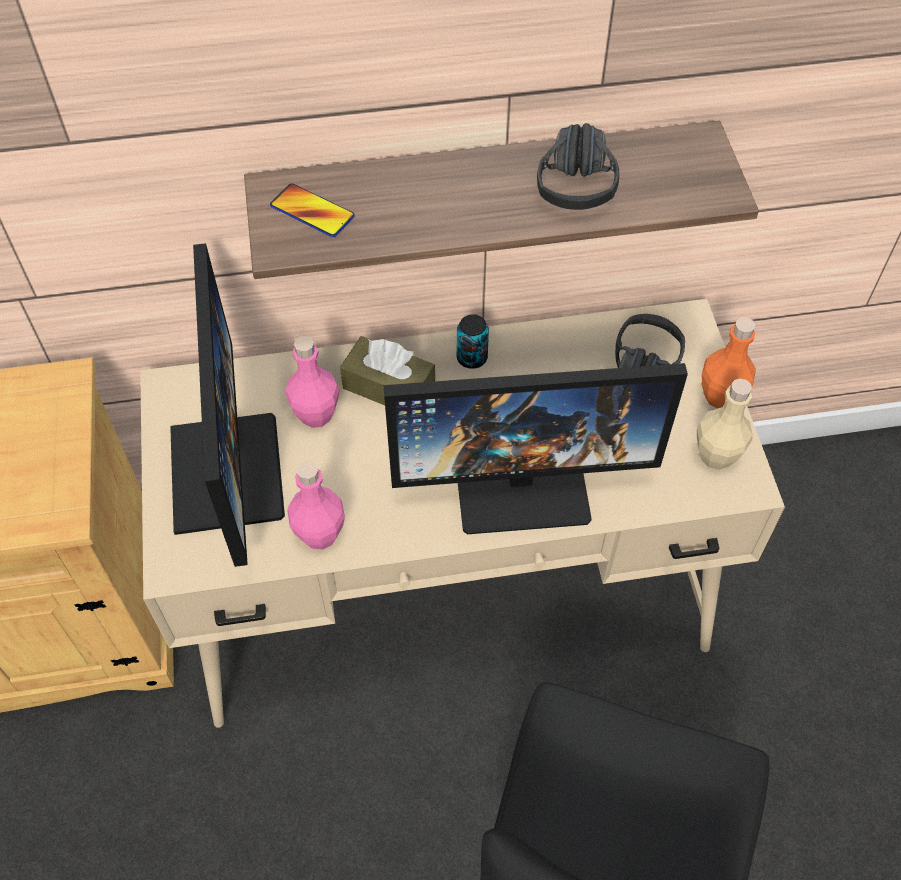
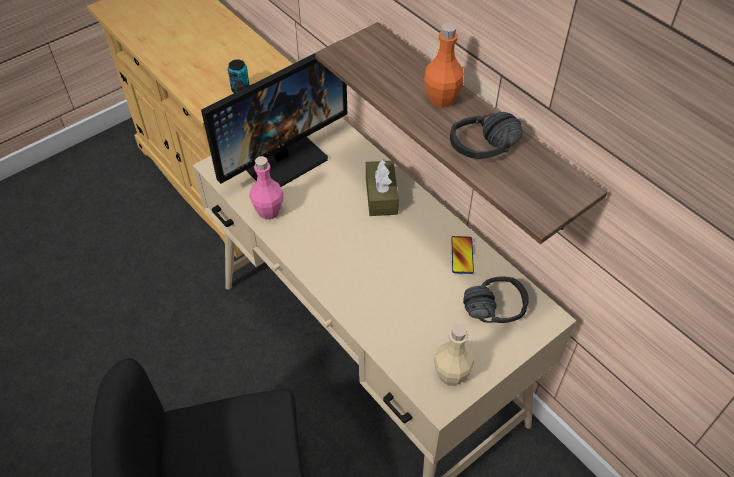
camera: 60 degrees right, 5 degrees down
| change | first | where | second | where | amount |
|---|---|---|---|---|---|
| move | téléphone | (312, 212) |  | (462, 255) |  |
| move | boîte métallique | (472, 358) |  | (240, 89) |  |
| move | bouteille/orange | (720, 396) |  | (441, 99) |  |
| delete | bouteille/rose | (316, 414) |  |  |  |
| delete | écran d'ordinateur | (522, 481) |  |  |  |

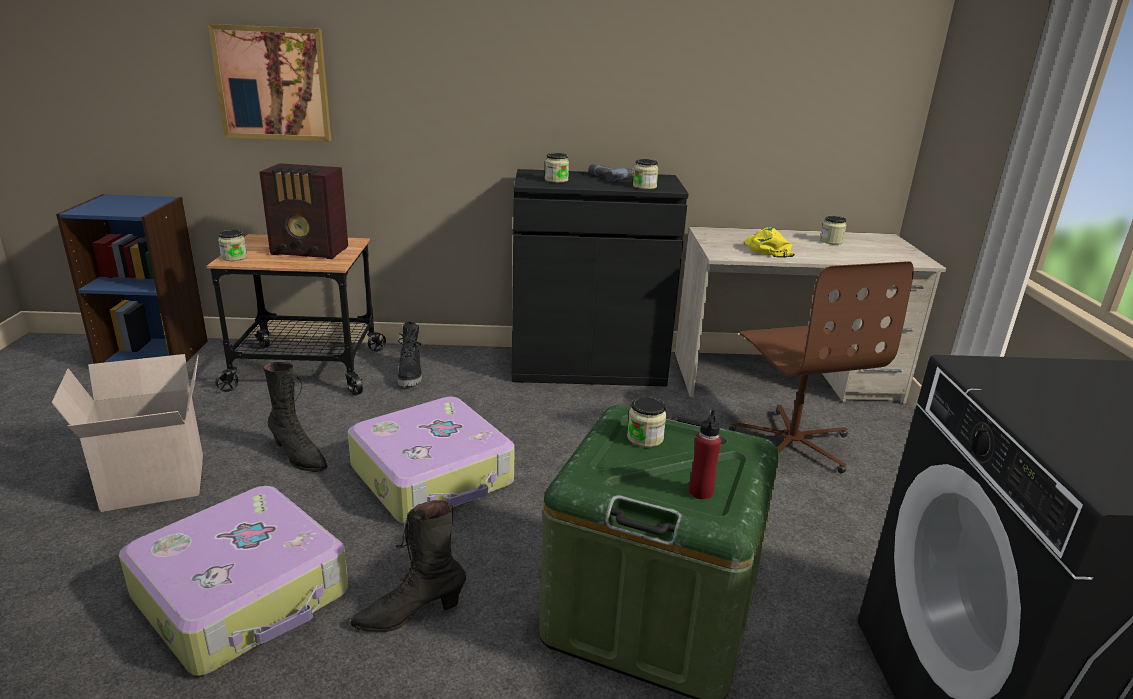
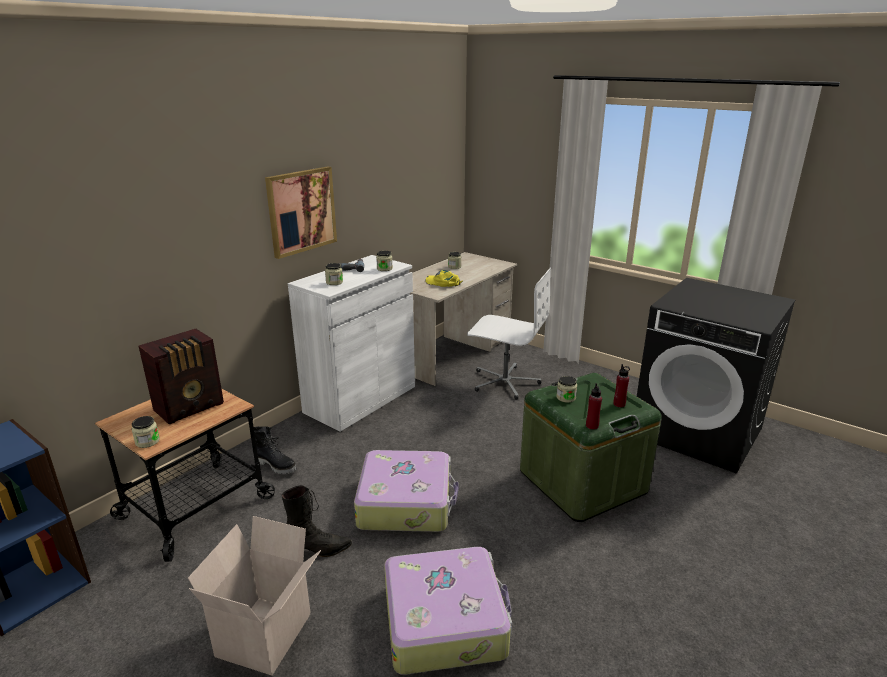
camera: 50 degrees left, 0 degrees up
| change | first | where | second | where | amount |
|---|---|---|---|---|---|
| move | tableau | (273, 83) |  | (301, 211) |  |
| recolor | meuble de rangement/noir | (588, 367) | meuble de rangement/blanc | (360, 399) |  |
| recolor | chaise de bureau/marron | (792, 442) | chaise de bureau/blanc | (504, 382) |  |
| delete | botte/noir | (409, 614) |  |  |  |
| insert |  |  | bouteille/rouge | (592, 426) |  |

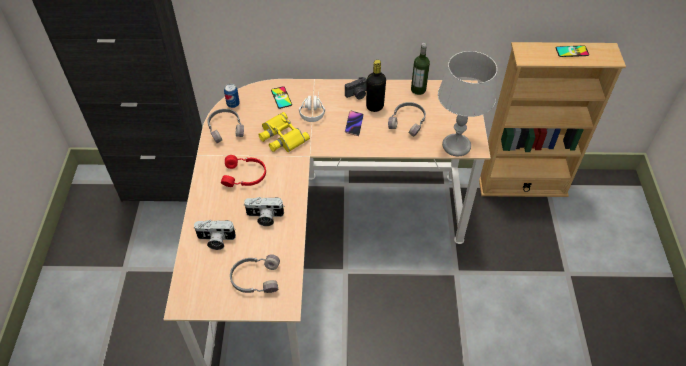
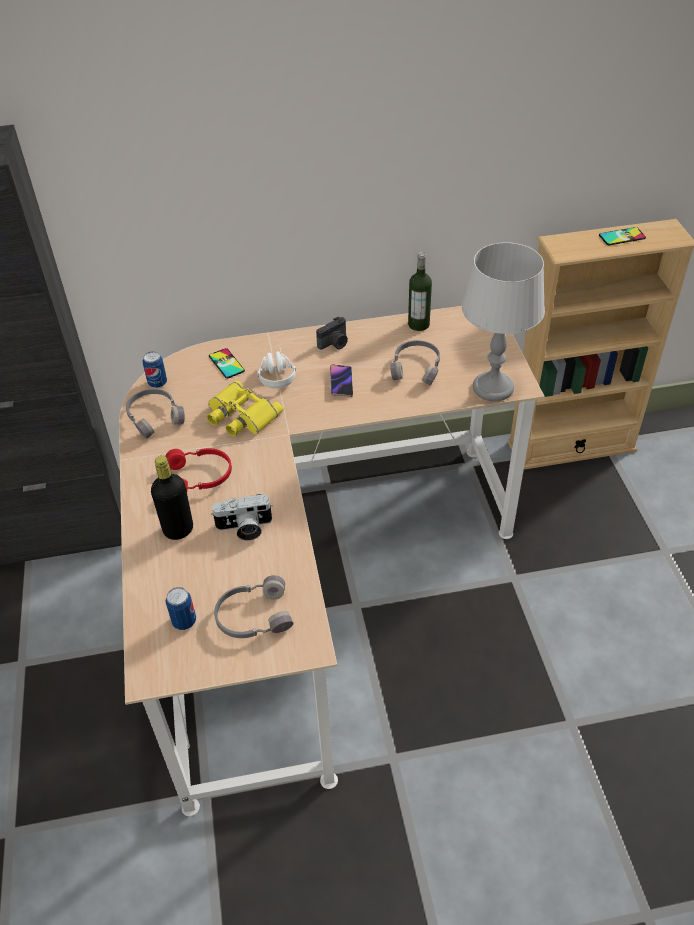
camera: 10 degrees left, 5 degrees down
| change | first | where | second | where | amount |
|---|---|---|---|---|---|
| move | bouteille/noir | (375, 106) |  | (178, 530) |  |
| delete | appareil photo | (215, 240) |  |  |  |
| insert |  |  | boîte métallique | (184, 621) |  |

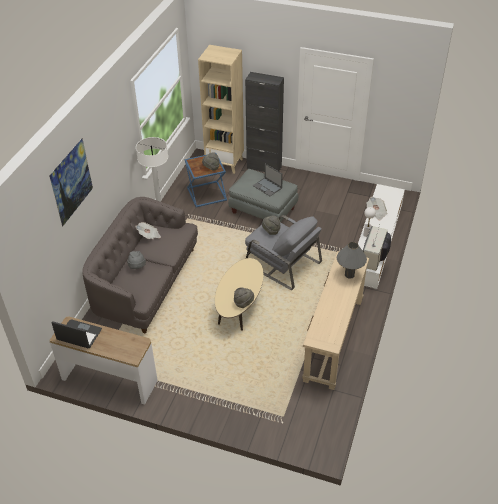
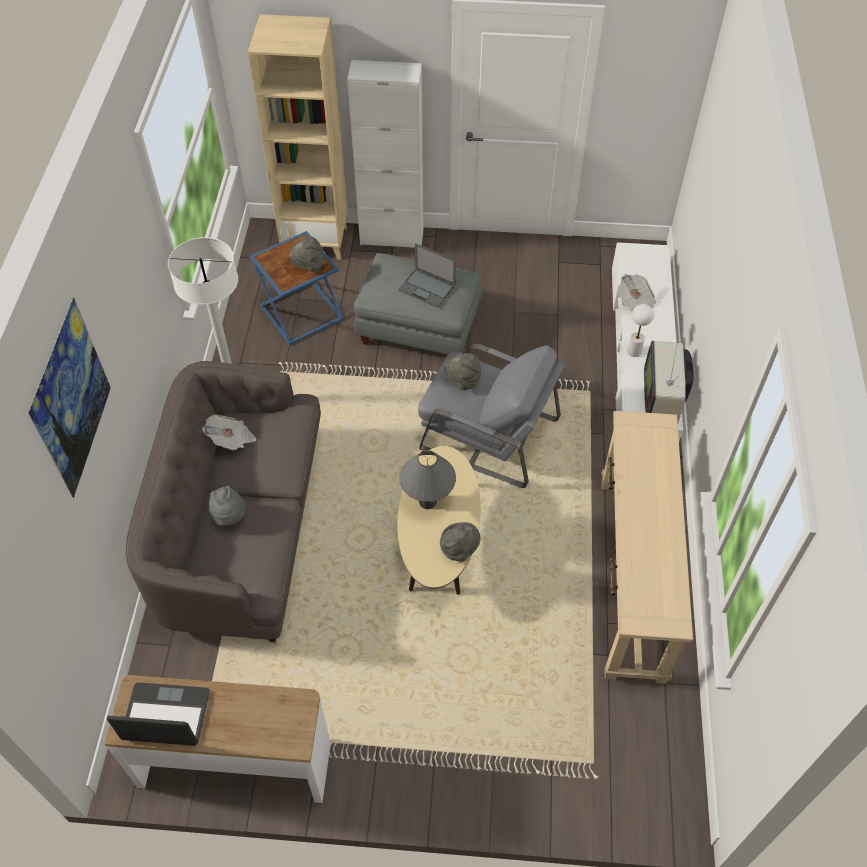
camera: 15 degrees left, 10 degrees up
| change | first | where | second | where | amount |
|---|---|---|---|---|---|
| recolor | meuble de rangement/noir | (264, 167) | meuble de rangement/blanc | (392, 237) |  |
| move | lampe de table/gris | (349, 275) |  | (427, 501) |  |

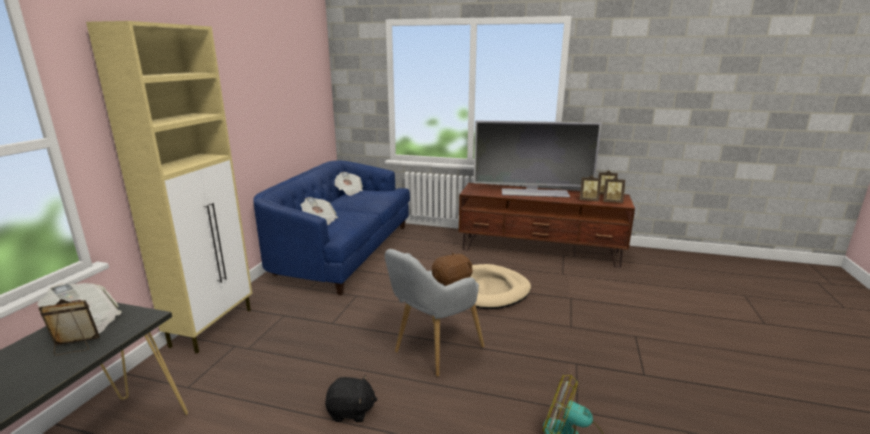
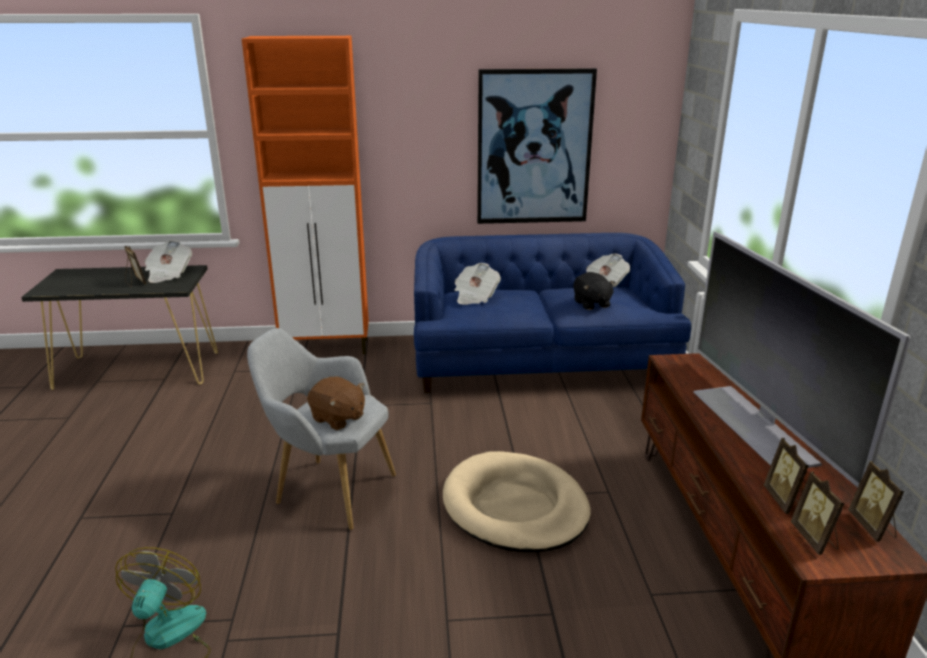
camera: 70 degrees right, 5 degrees up
| change | first | where | second | where | amount |
|---|---|---|---|---|---|
| recolor | meuble de rangement/beige | (213, 326) | meuble de rangement/orange | (327, 348) |  |
| move | peluche/noir | (351, 411) |  | (591, 304) |  |
| insert |  |  | tableau | (534, 148) |  |

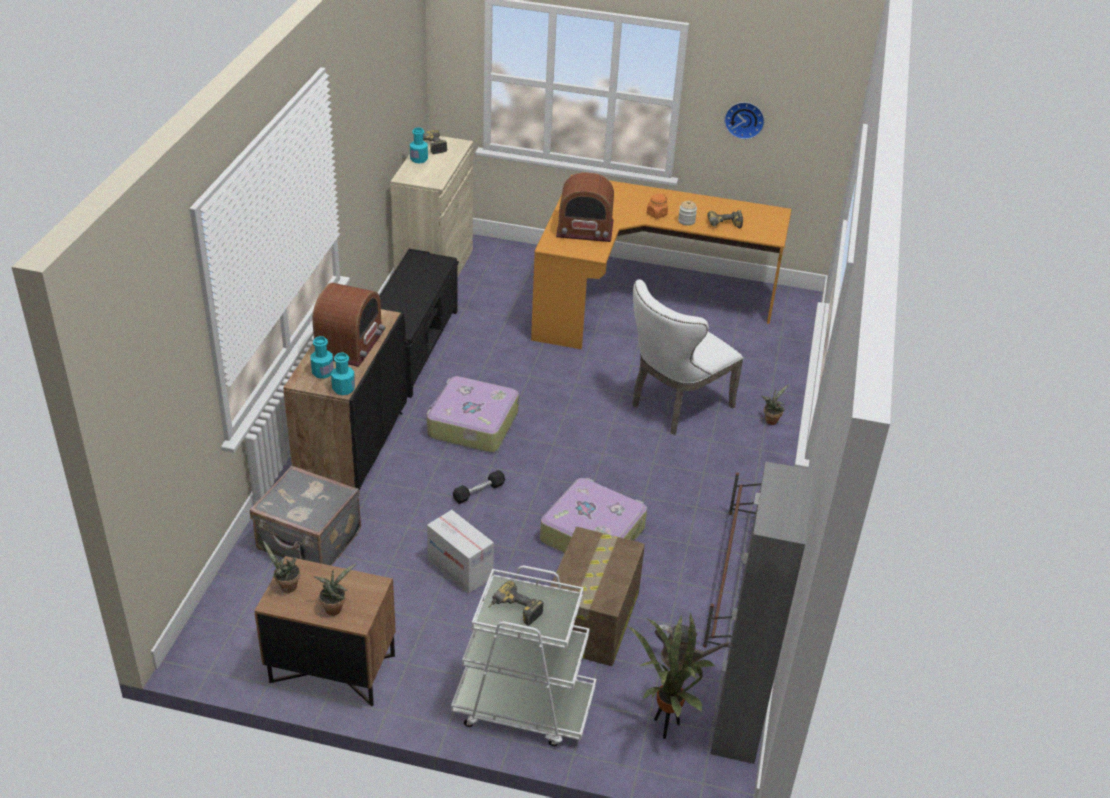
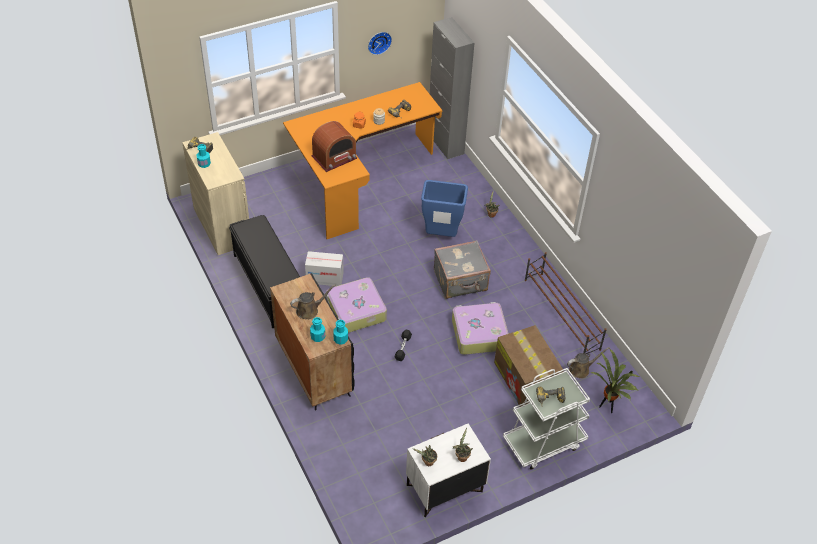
camera: 40 degrees left, 10 degrees up
| change | first | where | second | where | amount |
|---|---|---|---|---|---|
| replace | chaise/blanc | (675, 407) | poubelle/bleu | (440, 235) |  |
| replace | radio | (350, 344) | arrosoir/marron | (309, 310) |  |
| move | meuble de rangement/gris | (738, 720) |  | (445, 143) |  |
| move | valise/gris | (309, 542) |  | (461, 281) |  |
| move | carton | (459, 568) |  | (324, 278) |  |
| recolor | table de chevet/marron | (331, 670) | table de chevet/blanc | (444, 489) |  |

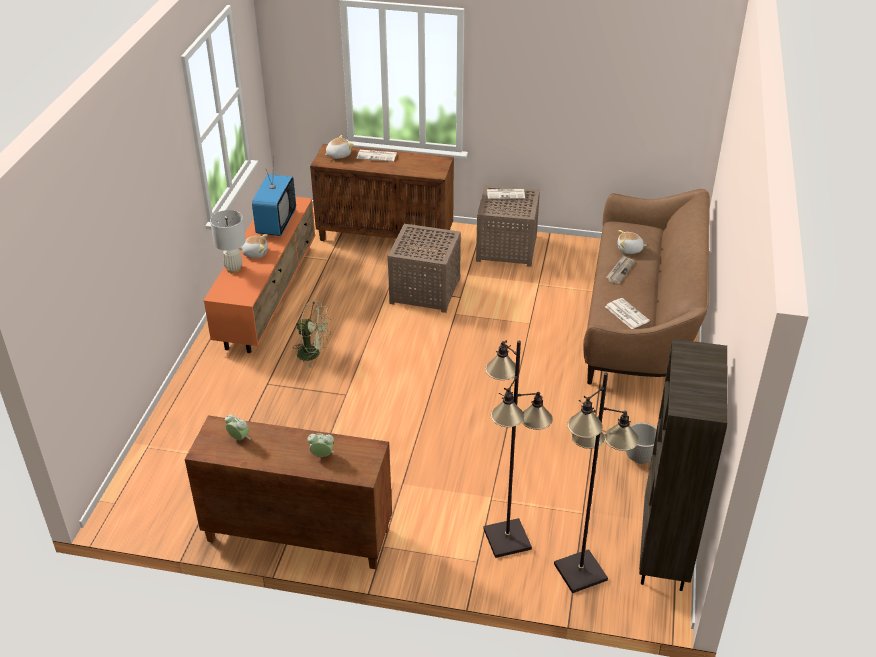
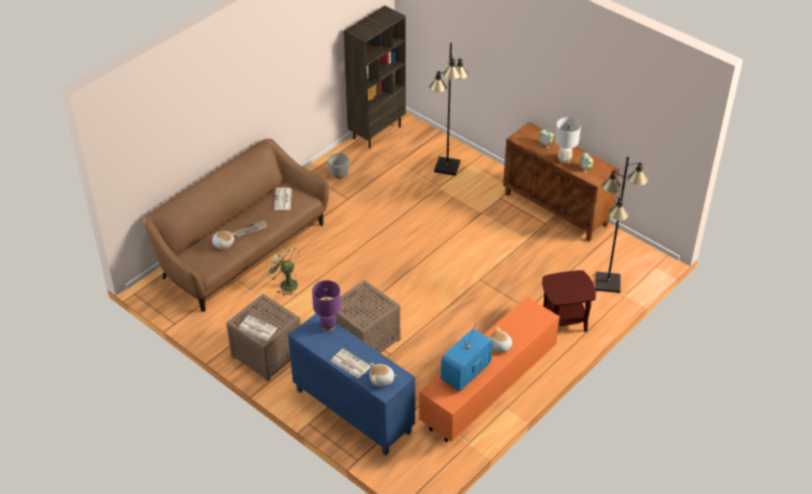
camera: 150 degrees left, 5 degrees up
| change | first | where | second | where | amount |
|---|---|---|---|---|---|
| recolor | meuble de rangement/marron | (386, 237) | meuble de rangement/bleu | (352, 411) |  |
| move | lampe de table/blanc | (234, 268) |  | (564, 160) |  |
| move | ventilateur/vert | (314, 354) |  | (285, 284) |  |
| move | lampadaire/noir | (579, 572) |  | (608, 283) |  |
| insert |  |  | table d'appoint/marron | (564, 321) |  |
| insert |  |  | lampe de table/violet | (328, 326) |  |

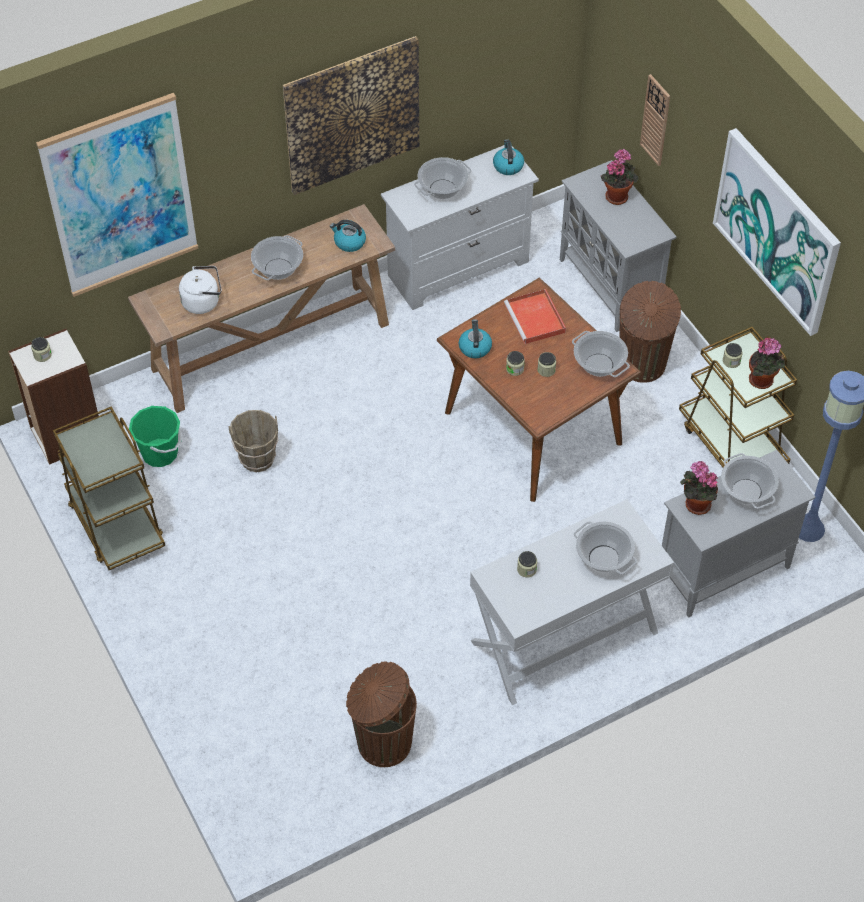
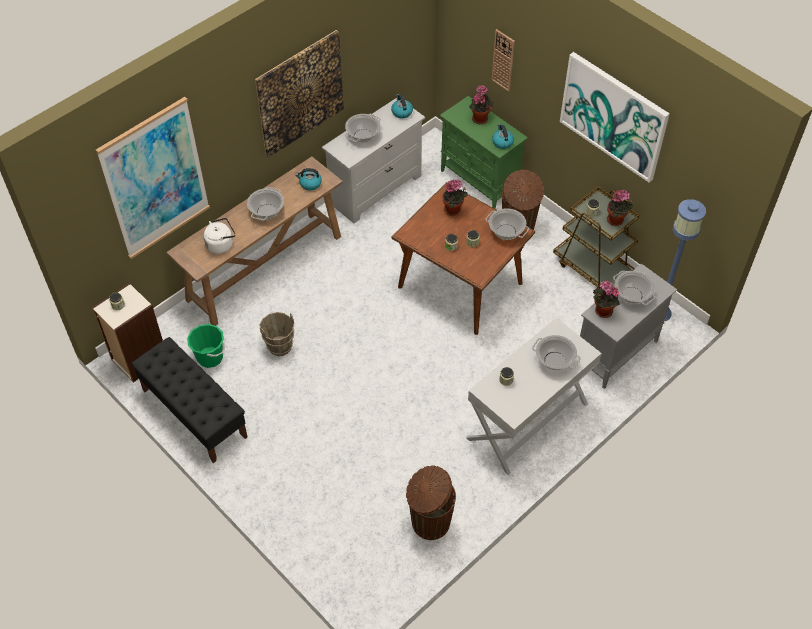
camera: 15 degrees left, 0 degrees up
| change | first | where | second | where | amount |
|---|---|---|---|---|---|
| recolor | meuble de rangement/gris | (610, 286) | meuble de rangement/vert | (480, 181) |  |
| replace | plateau/rouge | (536, 319) | plante en pot | (454, 210) |  |
| move | bouilloire | (474, 347) |  | (502, 142) |  |
| replace | chariot/marron | (116, 523) | banc/noir | (194, 413) |  |

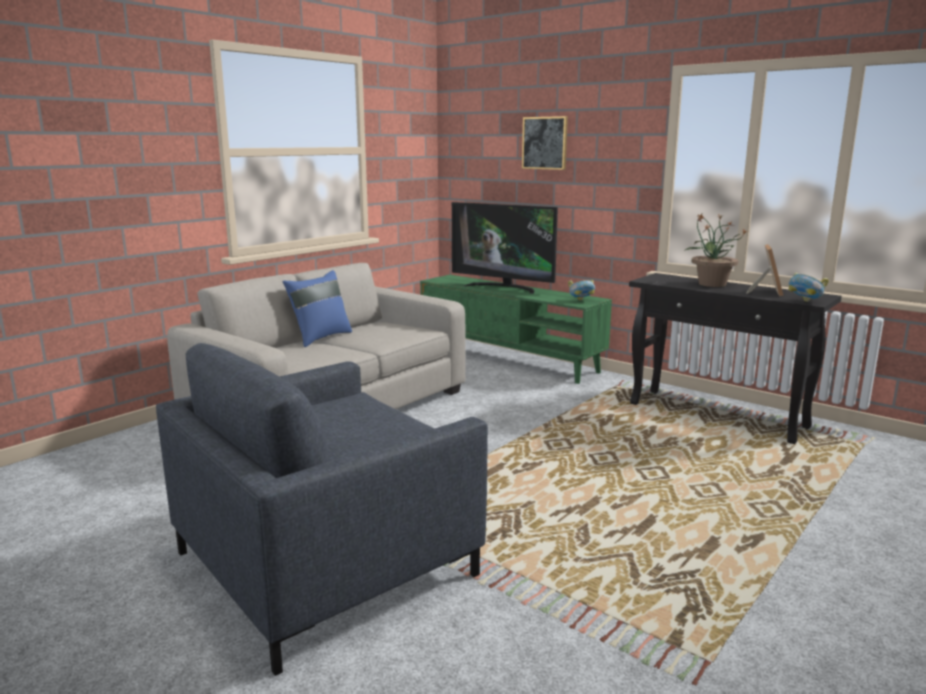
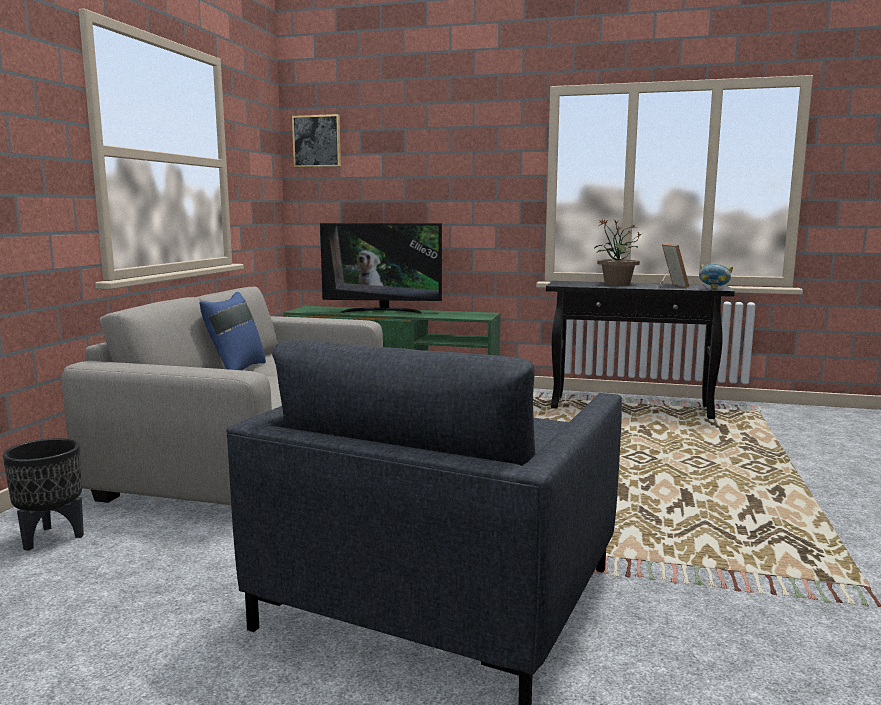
camera: 25 degrees left, 5 degrees down
| change | first | where | second | where | amount |
|---|---|---|---|---|---|
| move | tableau | (545, 143) |  | (317, 141) |  |
| delete | bol | (581, 301) |  |  |  |
| insert |  |  | cache-pot/noir | (52, 537) |  |

